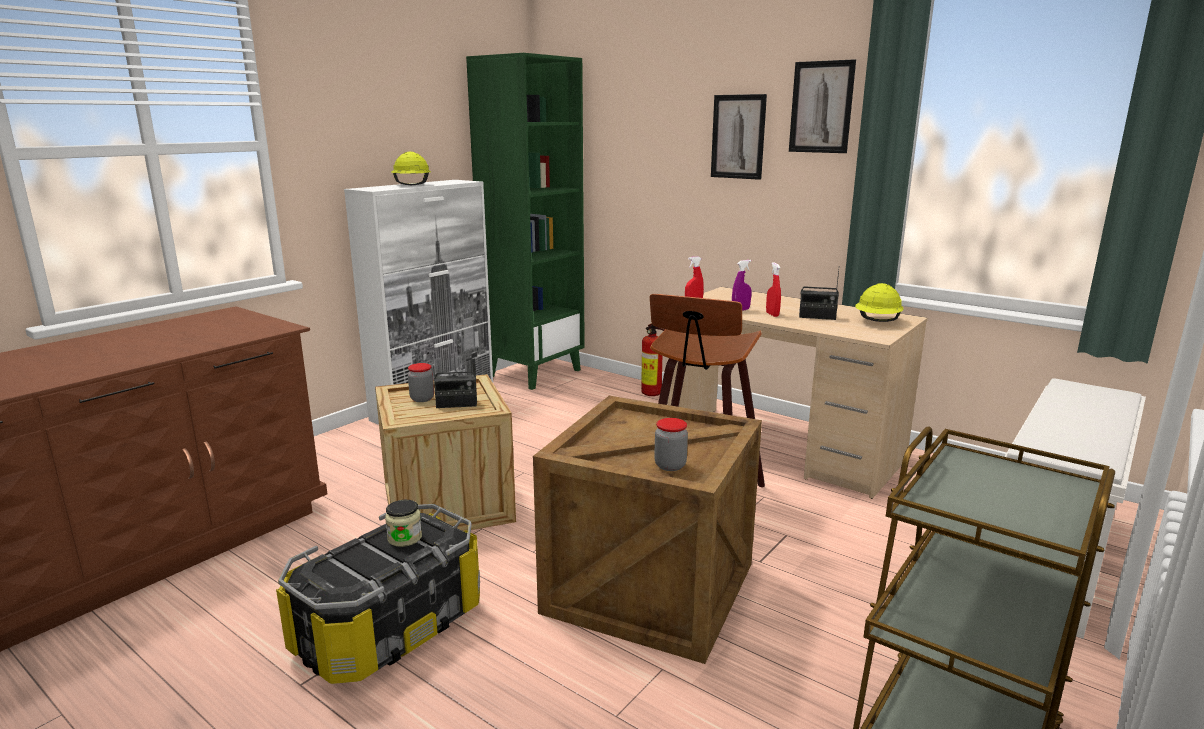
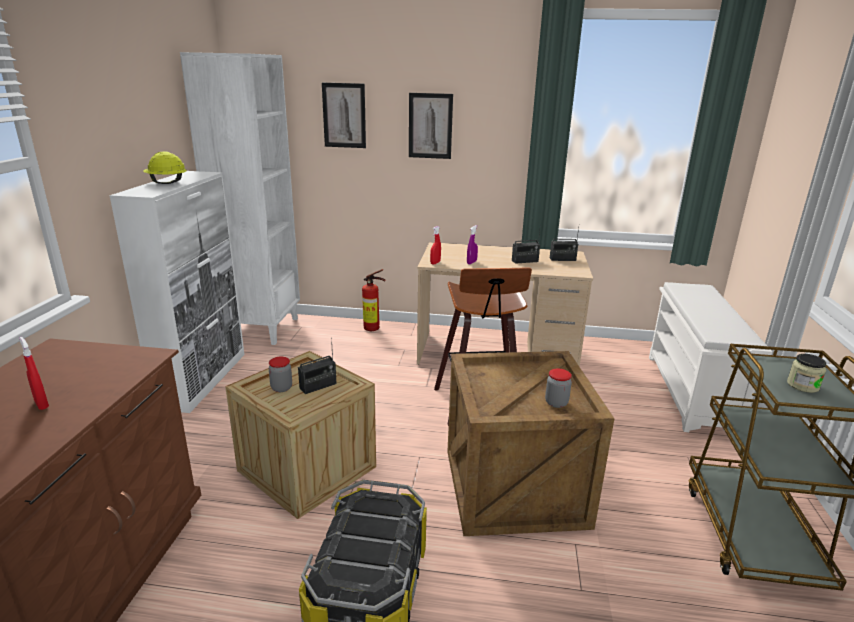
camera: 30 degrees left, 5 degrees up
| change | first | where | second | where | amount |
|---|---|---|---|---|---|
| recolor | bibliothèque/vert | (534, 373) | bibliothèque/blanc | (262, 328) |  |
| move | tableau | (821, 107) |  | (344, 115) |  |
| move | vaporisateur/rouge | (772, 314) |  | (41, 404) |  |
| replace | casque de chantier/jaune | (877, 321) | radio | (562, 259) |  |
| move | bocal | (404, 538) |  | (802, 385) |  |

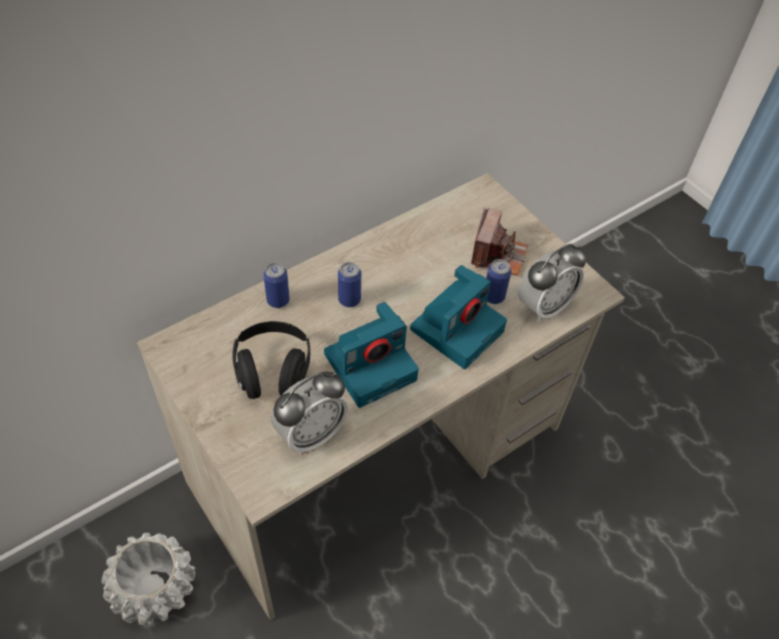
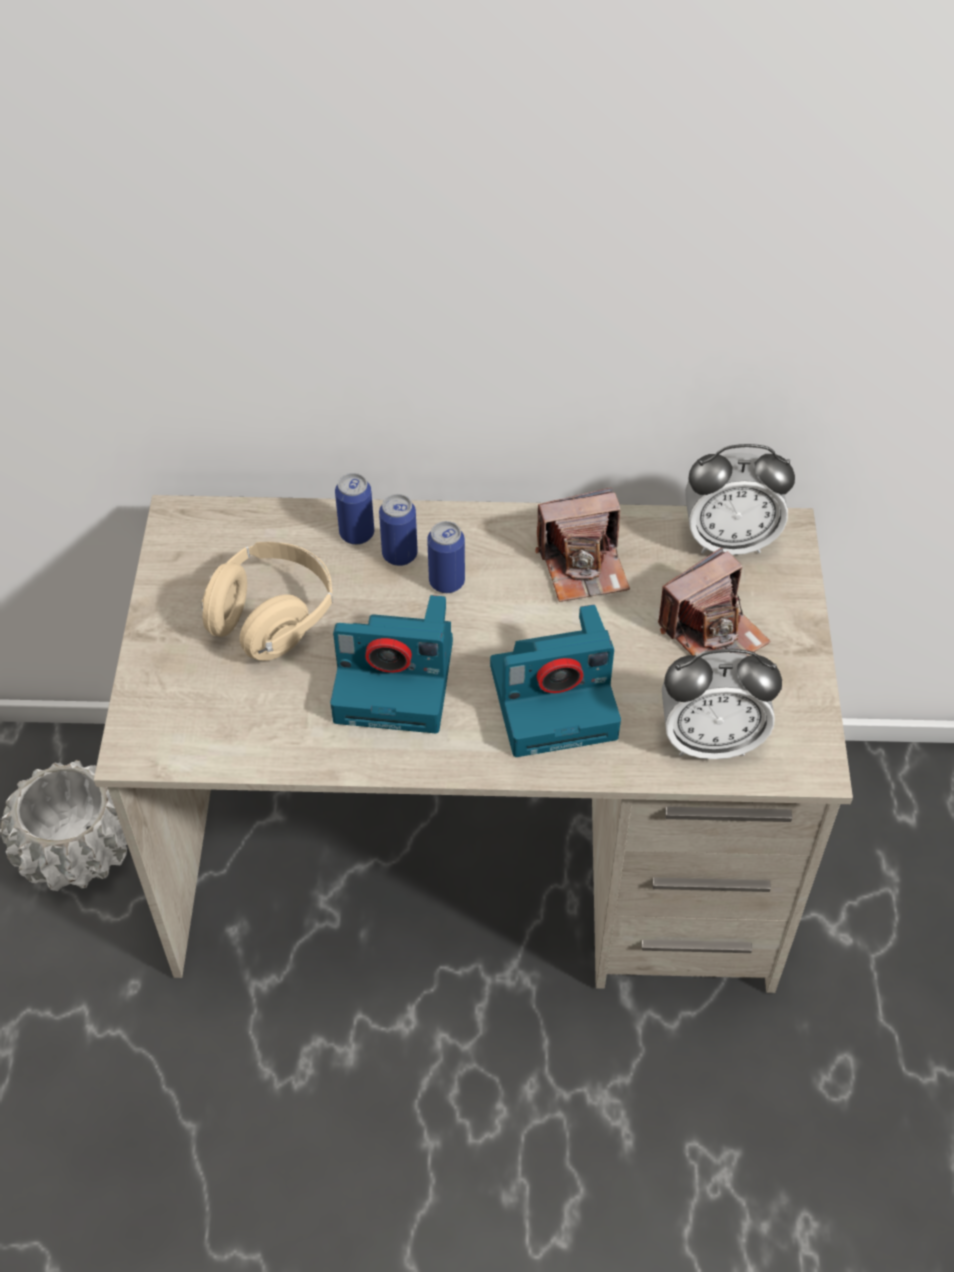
camera: 40 degrees right, 0 degrees up
| change | first | where | second | where | amount |
|---|---|---|---|---|---|
| move | boîte métallique | (493, 296) |  | (399, 554) |  |
| recolor | casque audio/noir | (273, 372) | casque audio/beige | (272, 618) |  |
| move | réveil | (311, 434) |  | (729, 540) |  |
| insert |  |  | appareil photo | (583, 565) |  |

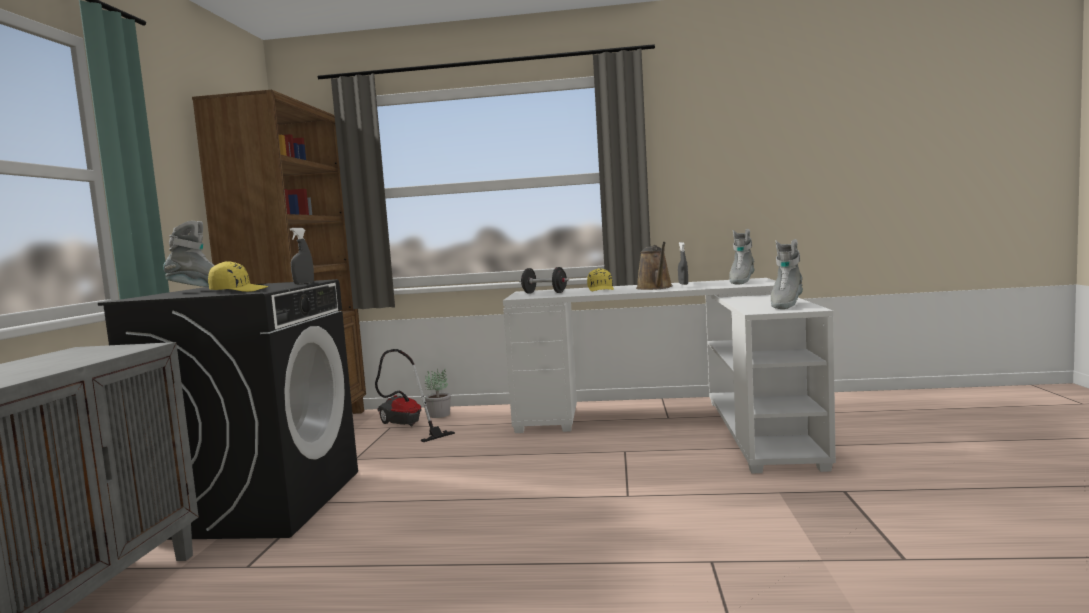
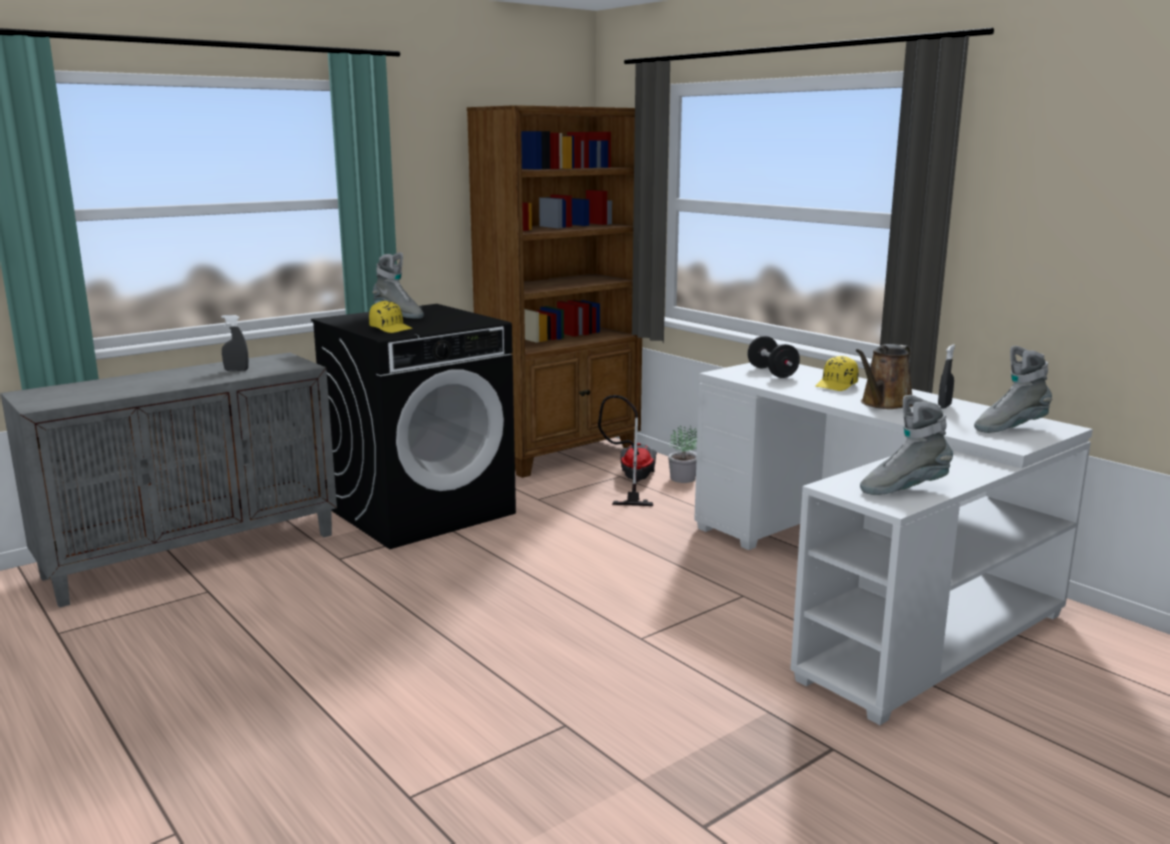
camera: 45 degrees right, 10 degrees up
| change | first | where | second | where | amount |
|---|---|---|---|---|---|
| move | vaporisateur/gris | (303, 283) |  | (236, 370) |  |

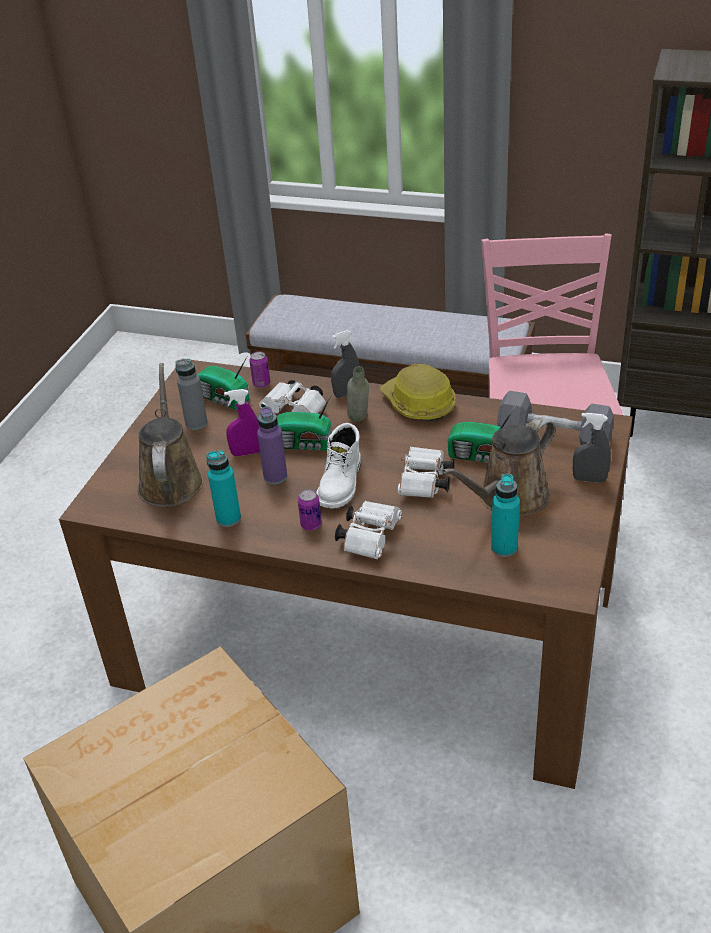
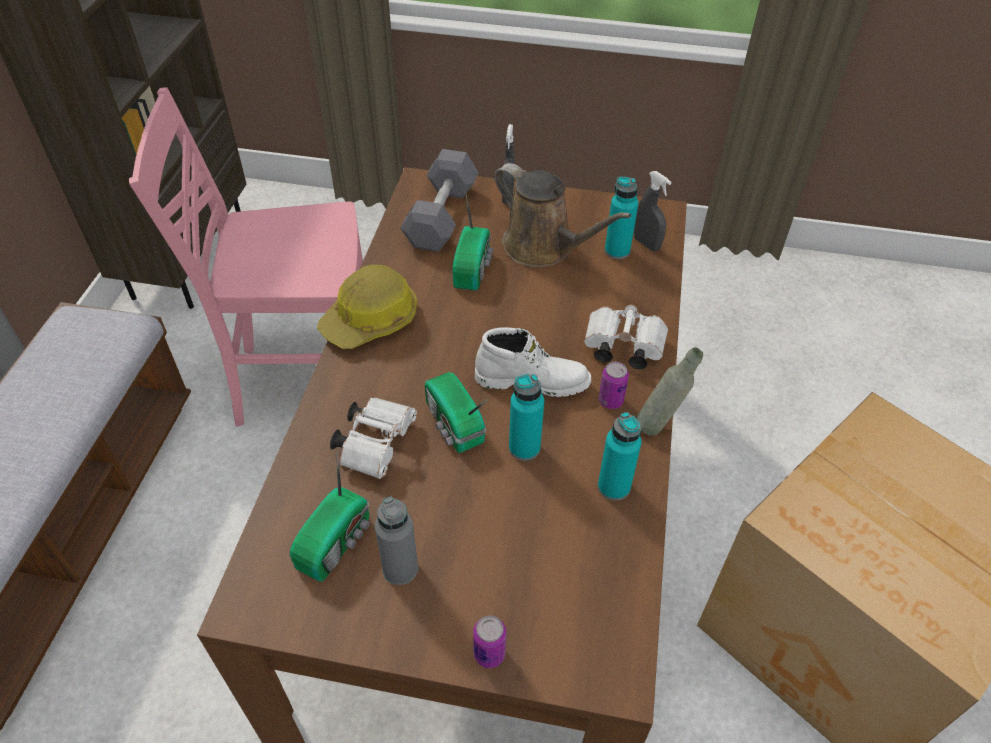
camera: 100 degrees left, 10 degrees up
| change | first | where | second | where | amount |
|---|---|---|---|---|---|
| move | vaporisateur/gris | (347, 393) |  | (646, 244) |  |
| move | boîte métallique | (261, 384) |  | (489, 654) |  |
| delete | arrosoir/marron | (171, 480) |  |  |  |
| move | bouteille/gris | (359, 423) |  | (659, 425) |  |
| delete | vaporisateur/violet | (246, 453) |  |  |  |
| rotate | radio | (304, 444) |  | (454, 425) | 150 degrees clockwise |
| recolor | bouteille/violet | (275, 477) | bouteille/turquoise | (524, 448) |  |
| delete | jumelles/blanc | (425, 484) |  |  |  |

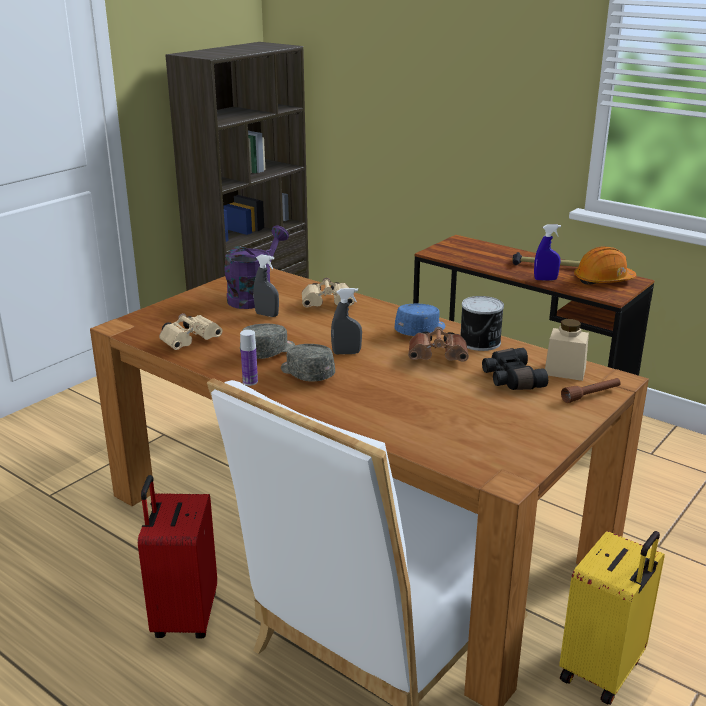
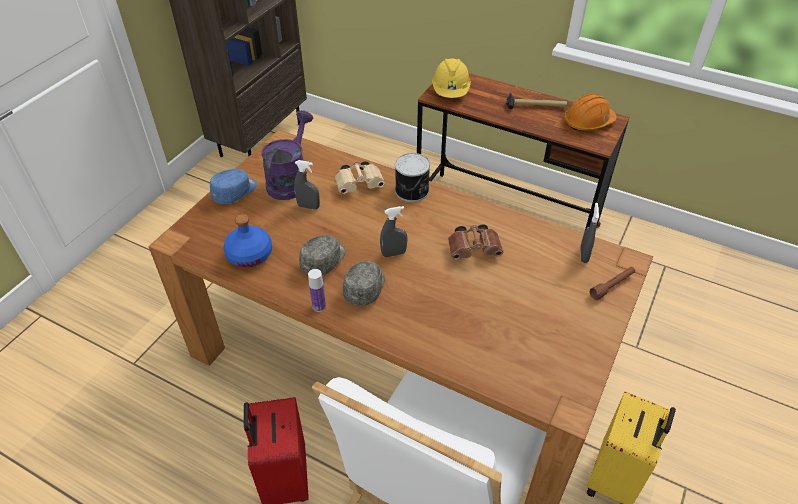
camera: 10 degrees left, 20 degrees up
| change | first | where | second | where | amount |
|---|---|---|---|---|---|
| delete | vaporisateur/bleu | (545, 279) |  |  |  |
| move | boîte métallique | (481, 342) |  | (412, 191) |  |
| move | casquette/bleu | (421, 330) |  | (235, 192) |  |
| replace | jumelles/beige | (191, 341) | bouteille/bleu | (250, 254) |  |
| replace | bocal/beige | (565, 371) | vaporisateur/gris | (584, 255) |  |
| rotate | casquette/gris | (306, 373) |  | (365, 287) | 75 degrees clockwise |
| delete | jumelles/noir | (510, 379) |  |  |  |
| insert |  |  | casque de chantier/jaune | (450, 92) |  |

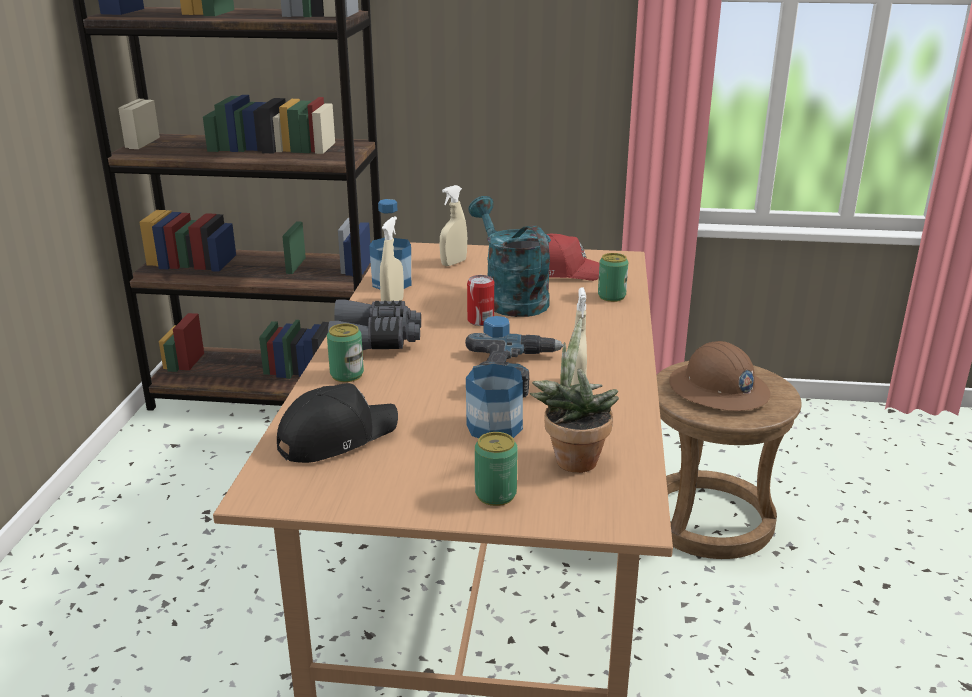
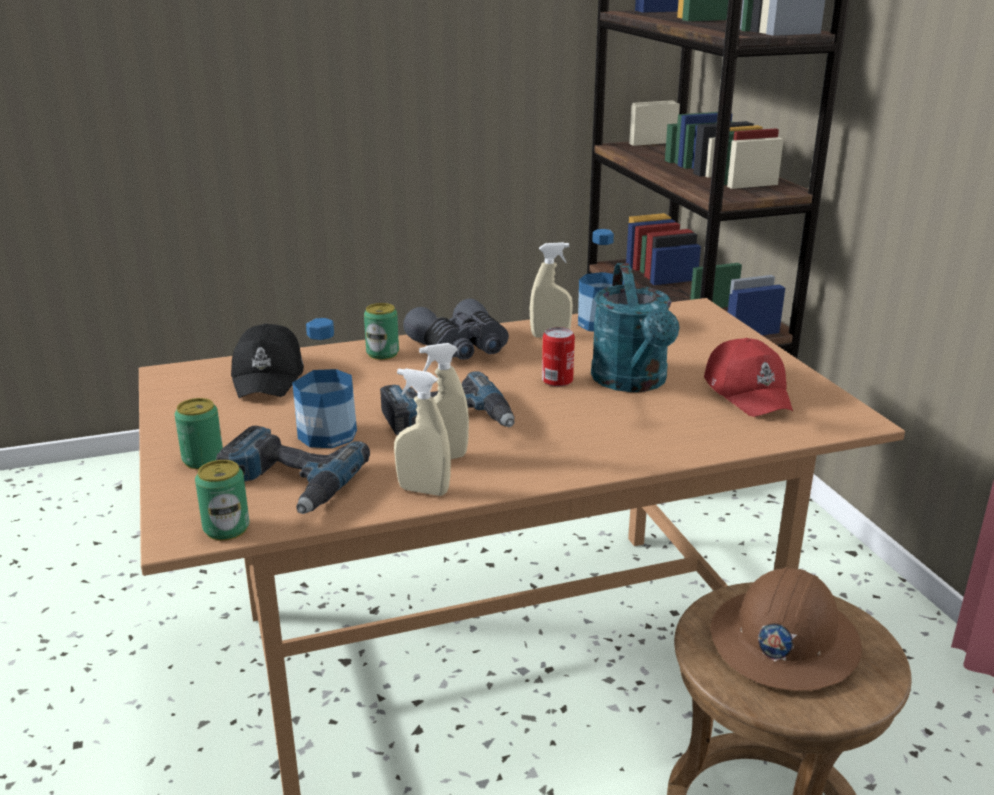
camera: 65 degrees right, 0 degrees up
| change | first | where | second | where | amount |
|---|---|---|---|---|---|
| move | vaporisateur/beige | (453, 263) |  | (423, 490) |  |
| rotate | arrosoir/turquoise | (510, 298) |  | (633, 382) | 135 degrees clockwise |
| move | boîte métallique | (611, 296) |  | (226, 529) |  |
| replace | plante en pot | (573, 458) | perceuse | (288, 483) |  |
| rotate | casquette/noir | (336, 437) |  | (269, 376) | 60 degrees clockwise |

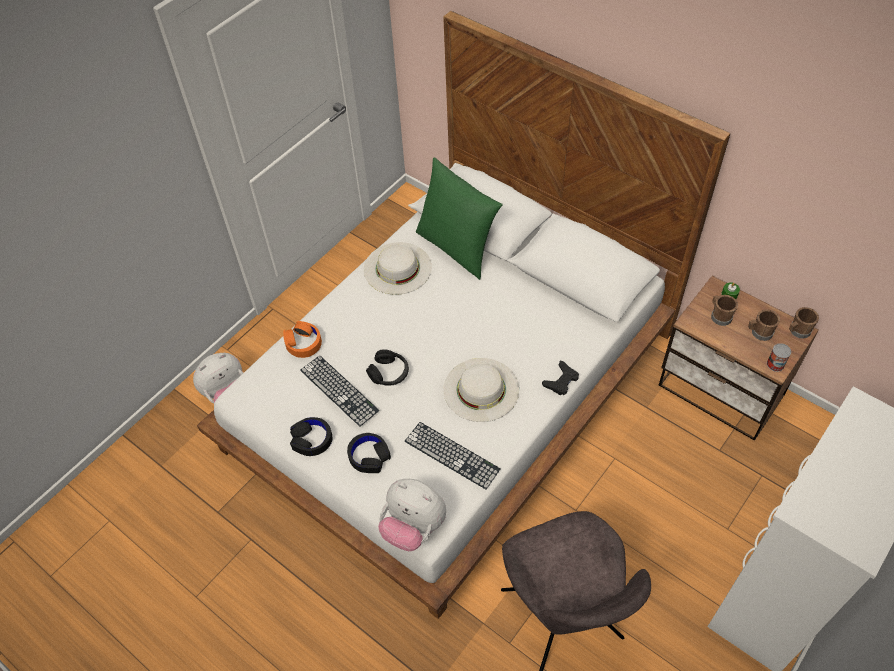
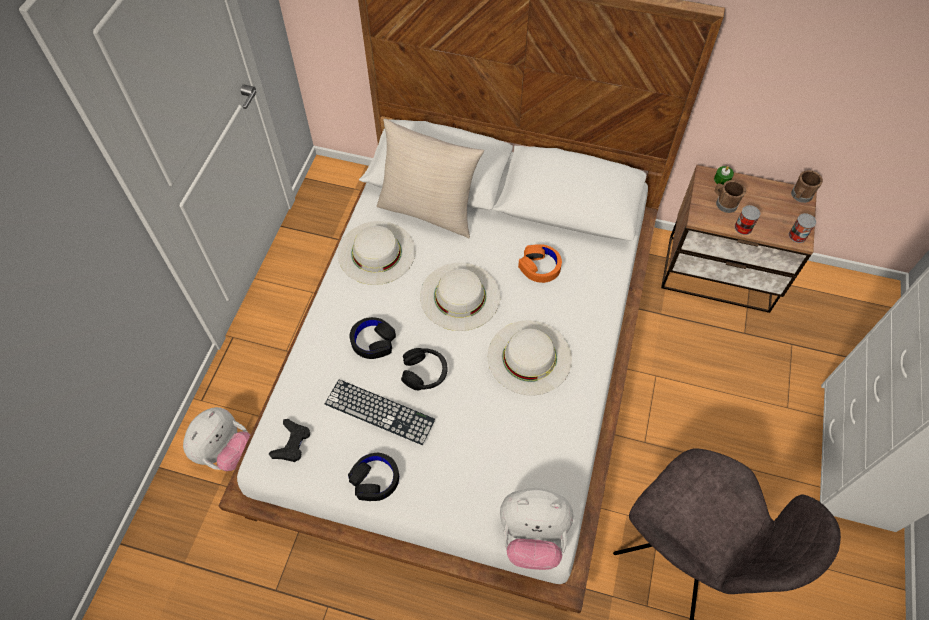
camera: 25 degrees left, 5 degrees up
| change | first | where | second | where | amount |
|---|---|---|---|---|---|
| recolor | coussin/vert | (457, 247) | coussin/beige | (429, 210) |  |
| delete | mug/marron | (759, 332) |  |  |  |
| move | casque audio/orange | (303, 343) |  | (539, 267) |  |
| move | manette/noir | (561, 381) |  | (292, 443) |  |
| delete | clavier | (452, 455) |  |  |  |
| move | casque audio/noir | (369, 456) |  | (373, 341) |  |
| insert |  |  | boîte métallique | (743, 227) |  |
| insert |  |  | chapeau/blanc | (460, 296) |  |

